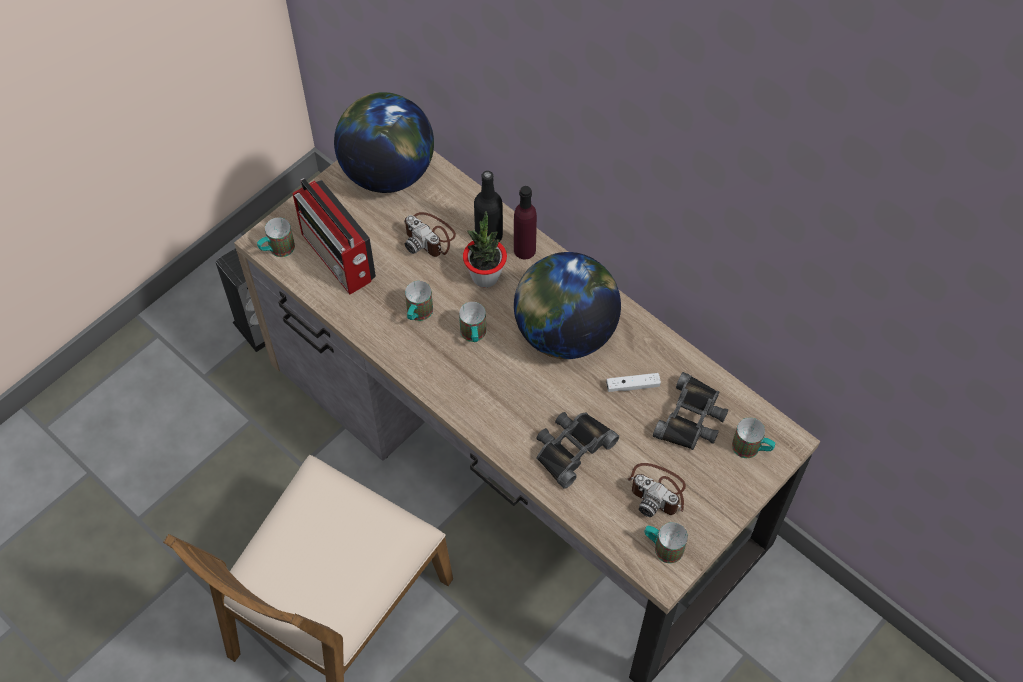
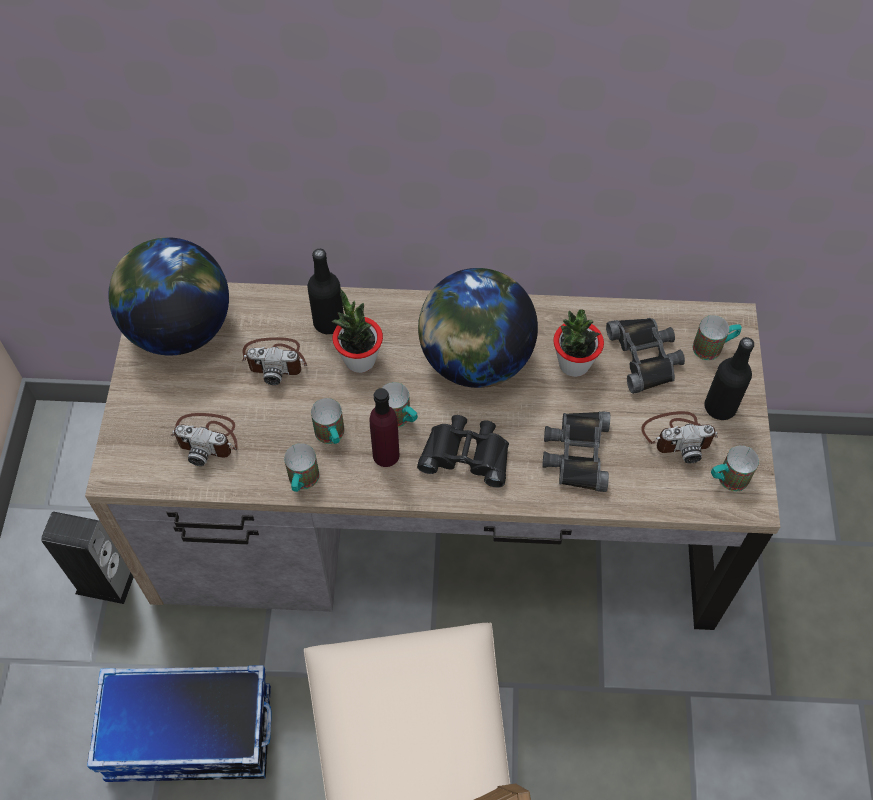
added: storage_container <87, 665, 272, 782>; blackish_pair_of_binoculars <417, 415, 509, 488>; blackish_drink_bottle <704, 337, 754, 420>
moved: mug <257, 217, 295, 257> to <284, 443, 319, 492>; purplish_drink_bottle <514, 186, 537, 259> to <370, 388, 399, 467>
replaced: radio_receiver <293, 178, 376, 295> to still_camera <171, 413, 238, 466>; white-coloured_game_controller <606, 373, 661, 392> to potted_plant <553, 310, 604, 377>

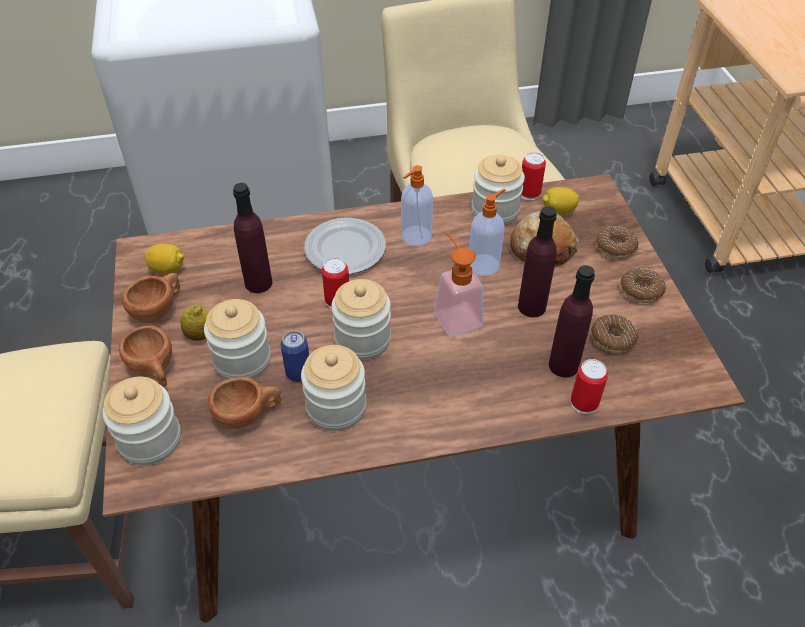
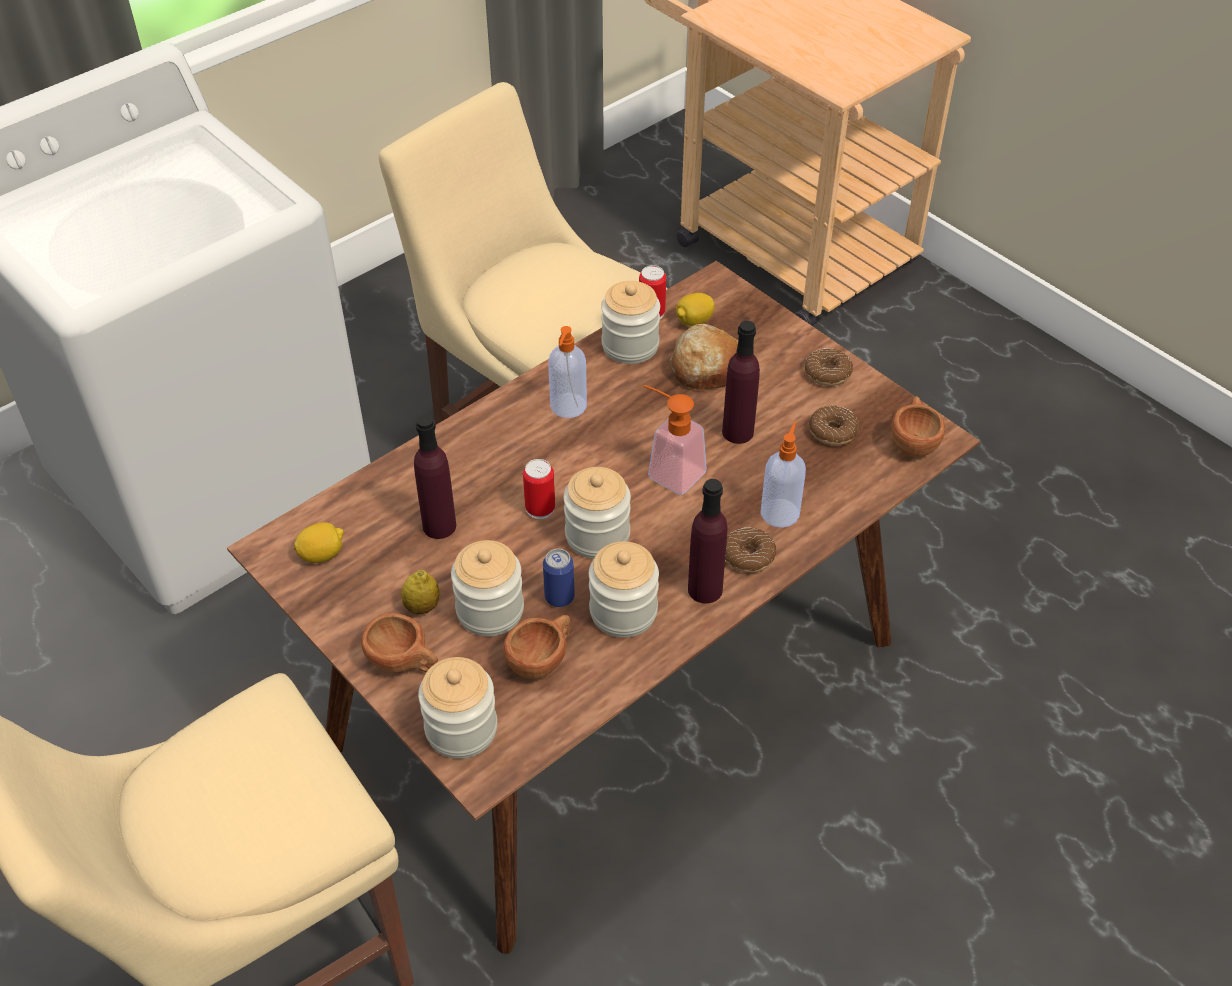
removed: plate <304, 218, 386, 274>; can <571, 359, 608, 414>
moved: brownish_drinking_cup <122, 273, 180, 323> to <892, 396, 945, 457>; soap_bottle <469, 189, 506, 276> to <761, 421, 806, 528>; purplish_drink_bottle <549, 265, 595, 377> to <688, 479, 727, 604>; ring_doughnut <596, 226, 639, 259> to <725, 527, 776, 573>

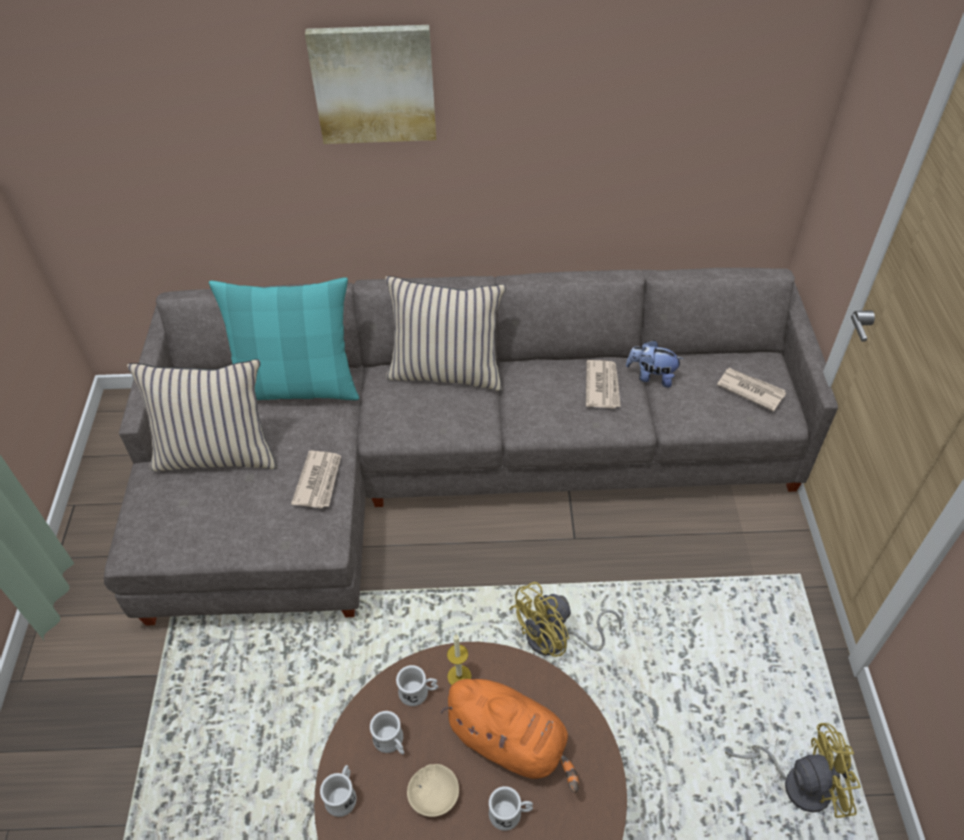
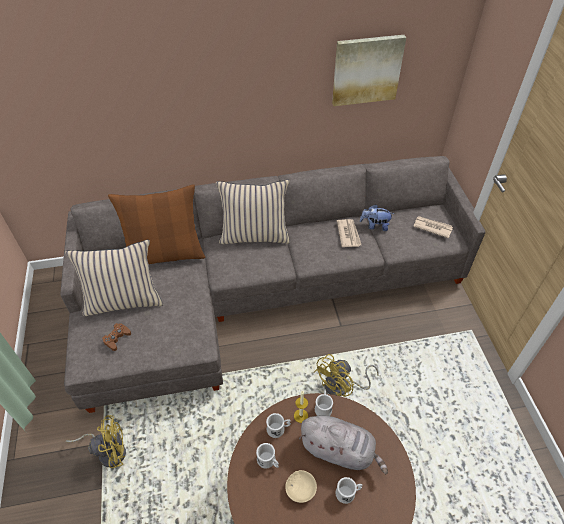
removed: printed_paper <291, 451, 341, 508>
added: brownish_game_controller <102, 323, 131, 351>
moved: picture <305, 25, 436, 144> to <332, 35, 406, 106>; white-coloured_mug <320, 765, 357, 817> to <315, 390, 333, 416>; yellow-coloured_fan <725, 723, 861, 818> to <66, 415, 126, 468>
recoloured: blue-green_throw_pillow <209, 277, 359, 400> to brownish_throw_pillow <108, 184, 206, 264>; orange_cuddly_toy <440, 679, 579, 793> to greyish_cuddly_toy <299, 415, 388, 474>

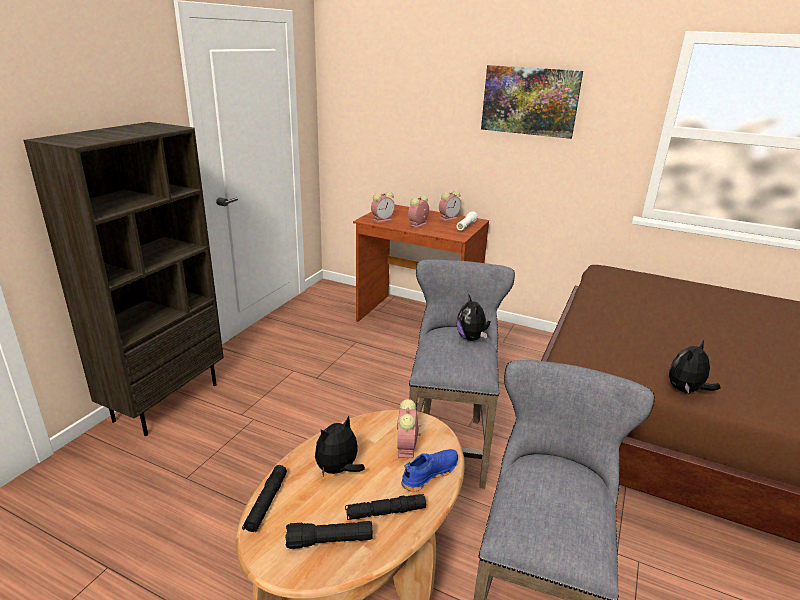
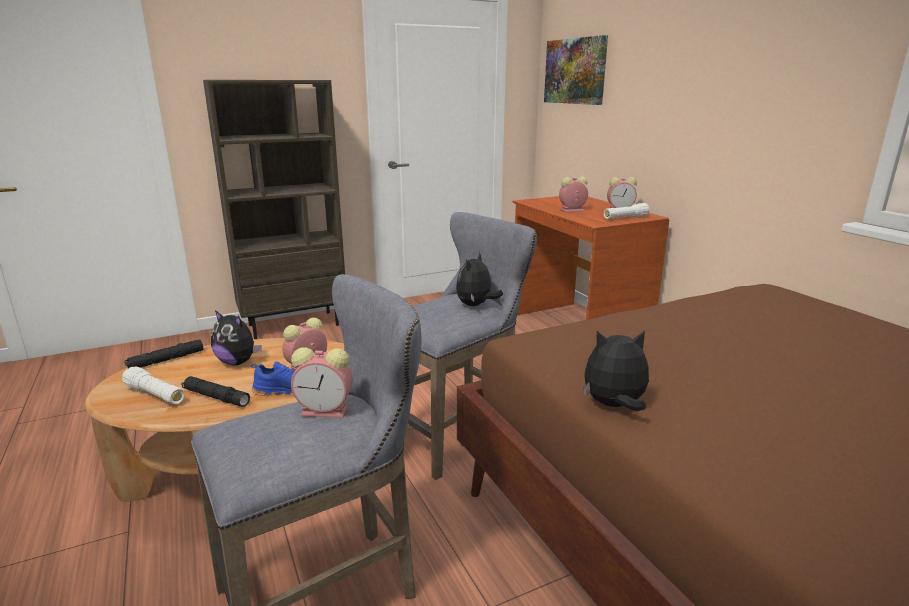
moved: table_clock <371, 192, 395, 223> to <291, 347, 353, 418>; picture <481, 65, 583, 139> to <544, 35, 608, 105>
recoloured: blackish_torch <285, 521, 373, 549> to white-coloured_torch <122, 366, 184, 404>
turned: cuddly_toy <315, 416, 365, 477> = <211, 310, 262, 366> 150 degrees counterclockwise

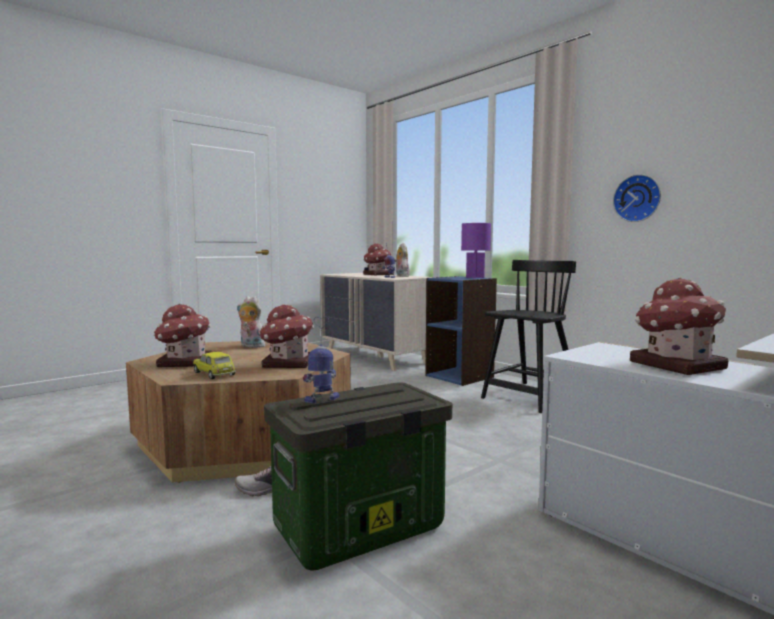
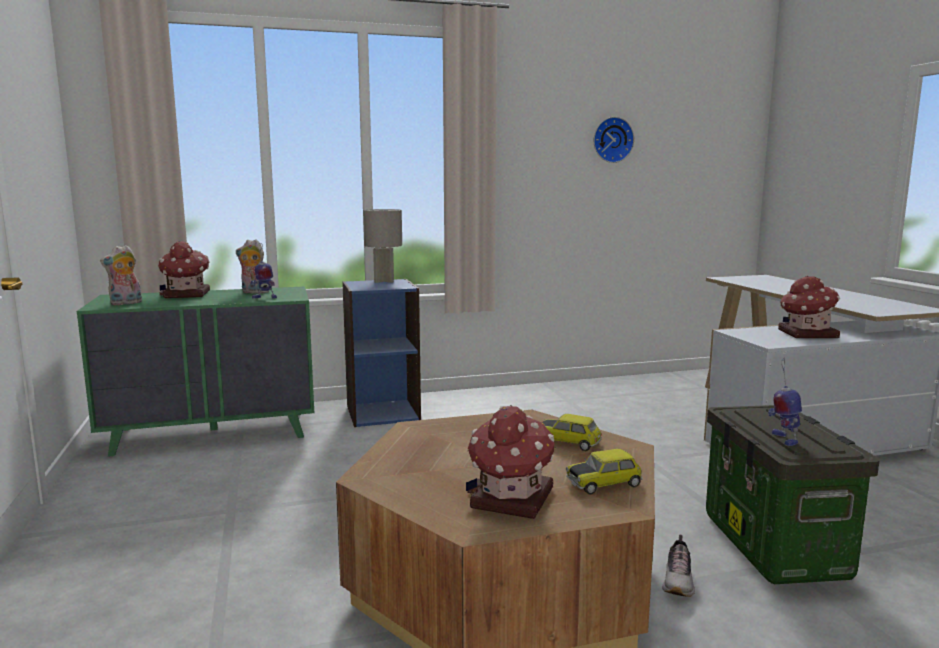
removed: blackish_plain_chair <481, 260, 576, 413>
moved: cuddly_toy <237, 296, 265, 348> to <100, 245, 142, 305>; clock_on_the_wall <613, 174, 661, 222> to <594, 117, 634, 163>
replaced: miniature_house <259, 304, 314, 368> to miniature_car <542, 414, 602, 451>
recoloured: beige-coloured_chest_of_drawers <320, 273, 434, 371> to green-coloured_chest_of_drawers <77, 287, 315, 457>; purplish_lamp_for_a_table <461, 223, 491, 278> to greyish_lamp_for_a_table <363, 209, 402, 283>

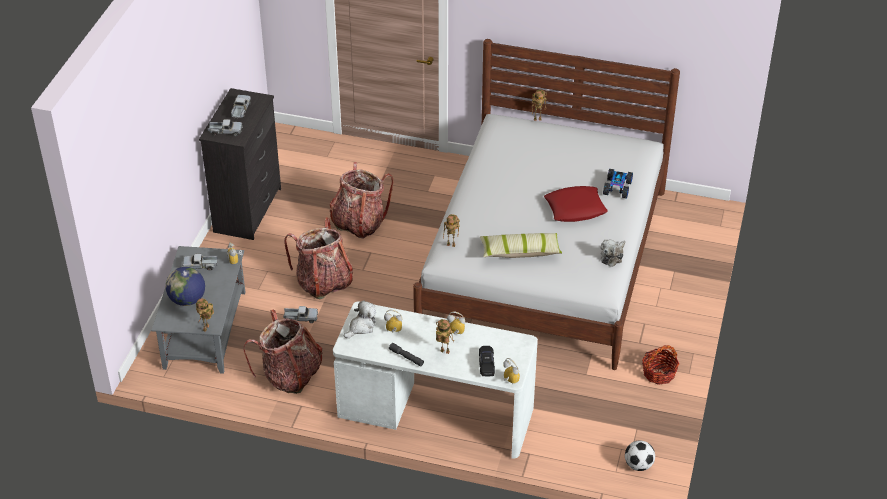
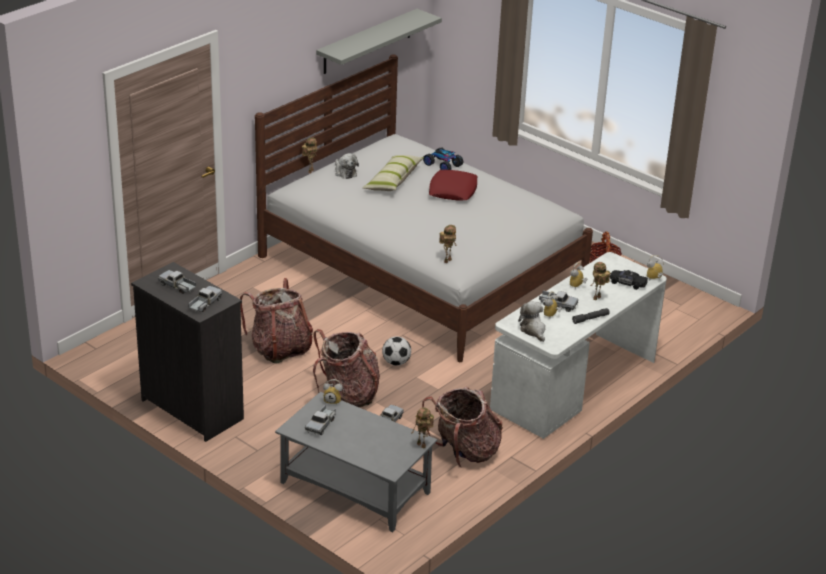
removed: world_globe <166, 267, 205, 306>
added: greyish_shelf <316, 9, 442, 74>; model_truck <539, 290, 578, 312>
moved: throw_pillow <480, 233, 562, 258> to <363, 155, 424, 191>; cuddly_toy <601, 240, 625, 267> to <335, 153, 359, 179>; football_ball <625, 440, 655, 471> to <382, 336, 411, 366>

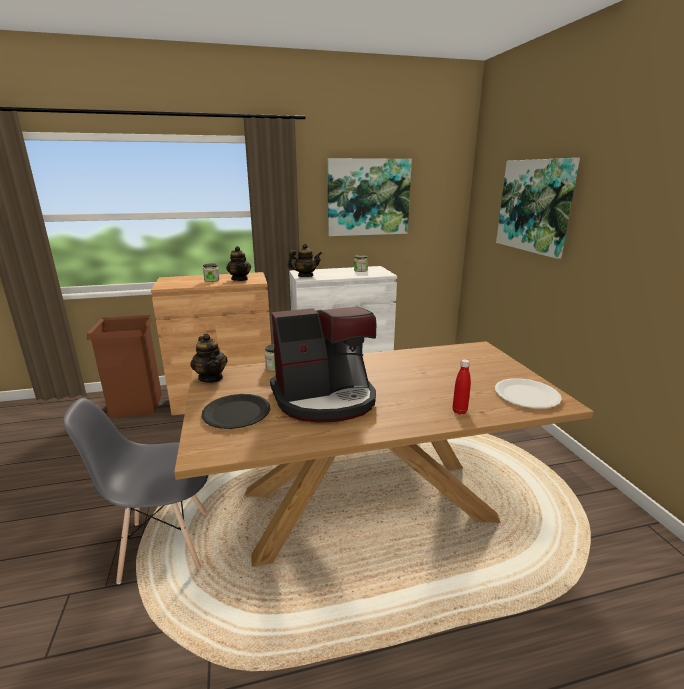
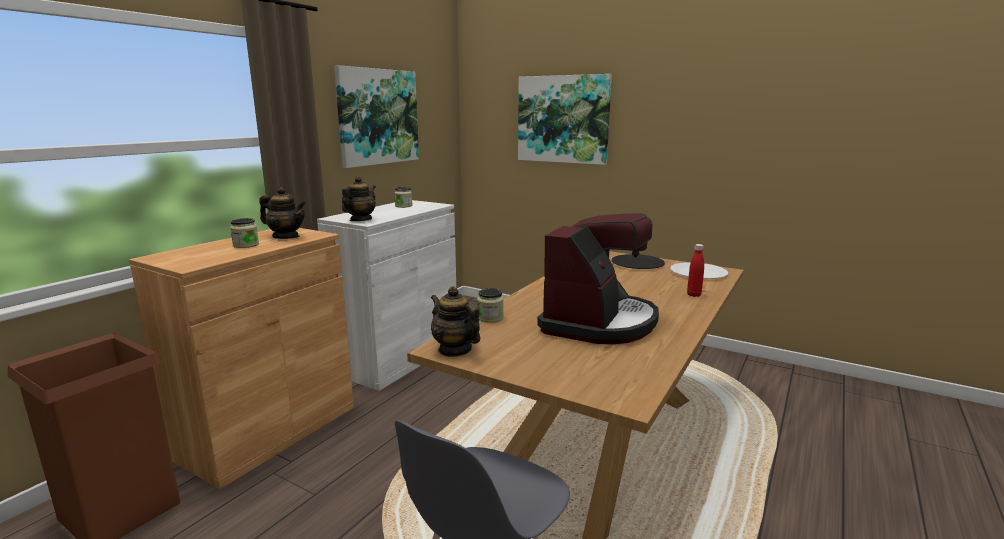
moved: blackish_plate <202, 394, 270, 429> to <612, 254, 665, 269>
turned: teapot <190, 333, 227, 383> = <431, 286, 480, 357> 150 degrees counterclockwise

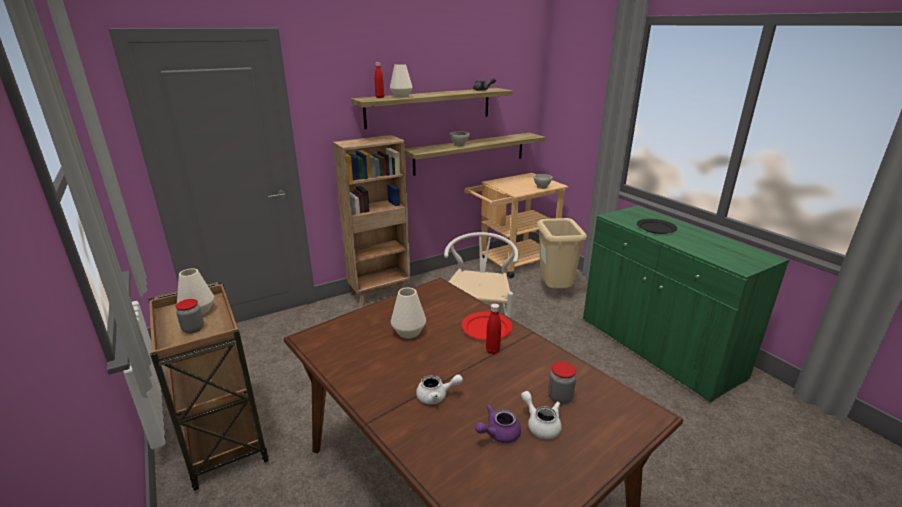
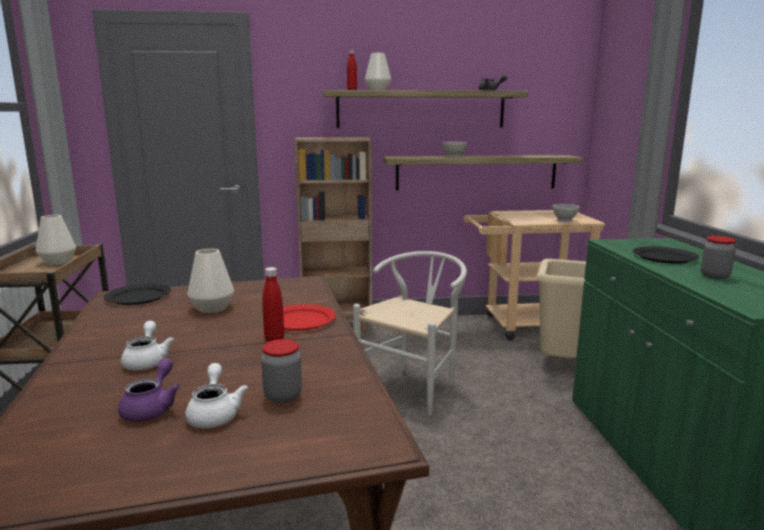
added: blackish_plate <104, 284, 171, 305>
moved: storage_jar <176, 299, 204, 334> to <701, 236, 736, 279>
turned: white-coloured_teapot <416, 375, 463, 404> = <121, 321, 174, 370> 120 degrees counterclockwise; purplish_teapot <475, 405, 521, 443> = <118, 358, 180, 422> 105 degrees clockwise

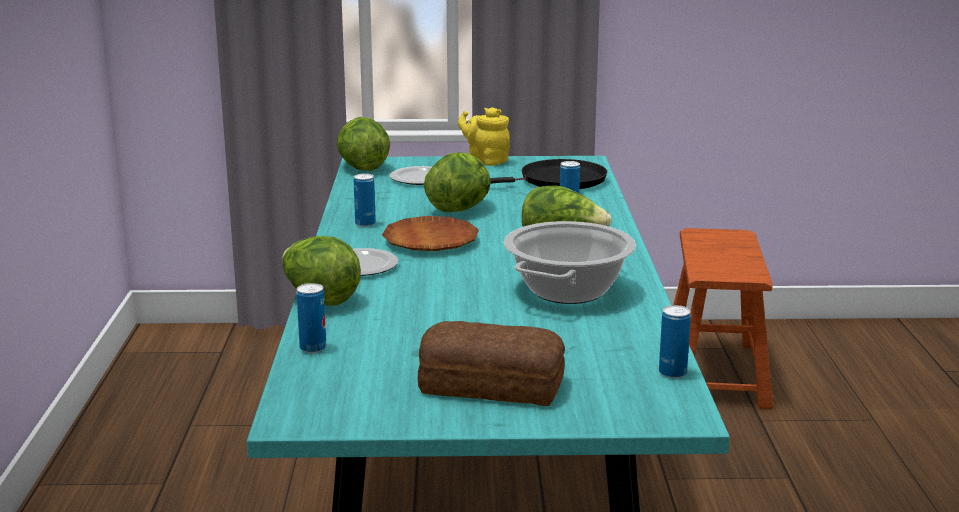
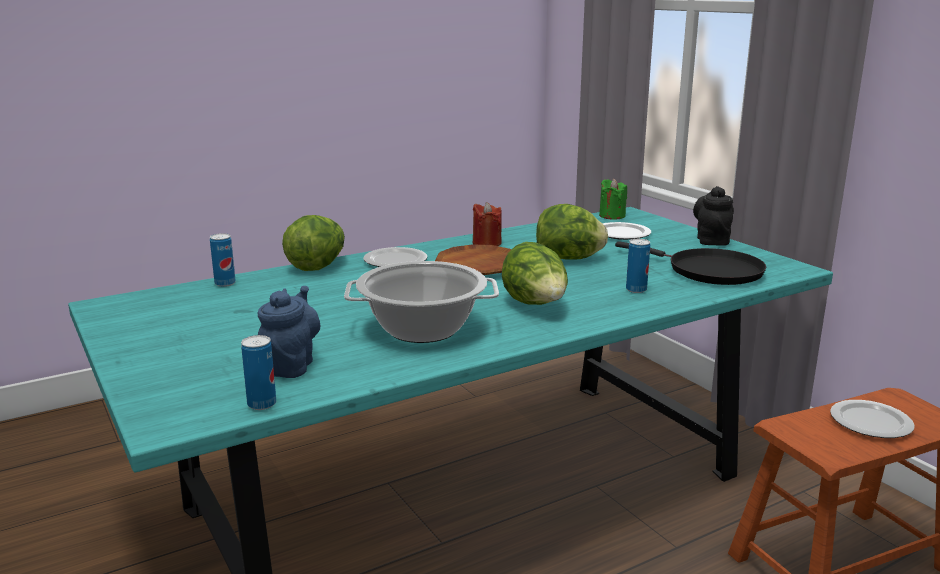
removed: bread <418, 321, 565, 406>
added: blue-coloured_teapot <258, 286, 320, 378>; plate <830, 400, 915, 438>
replaced: head_of_lettuce <337, 117, 390, 171> to green-coloured_wax_light <599, 179, 627, 219>; can <354, 174, 376, 227> to red-coloured_wax_light <473, 202, 502, 246>
recoloured: yellow-coloured_teapot <458, 107, 510, 166> to blackish_teapot <693, 186, 734, 246>

